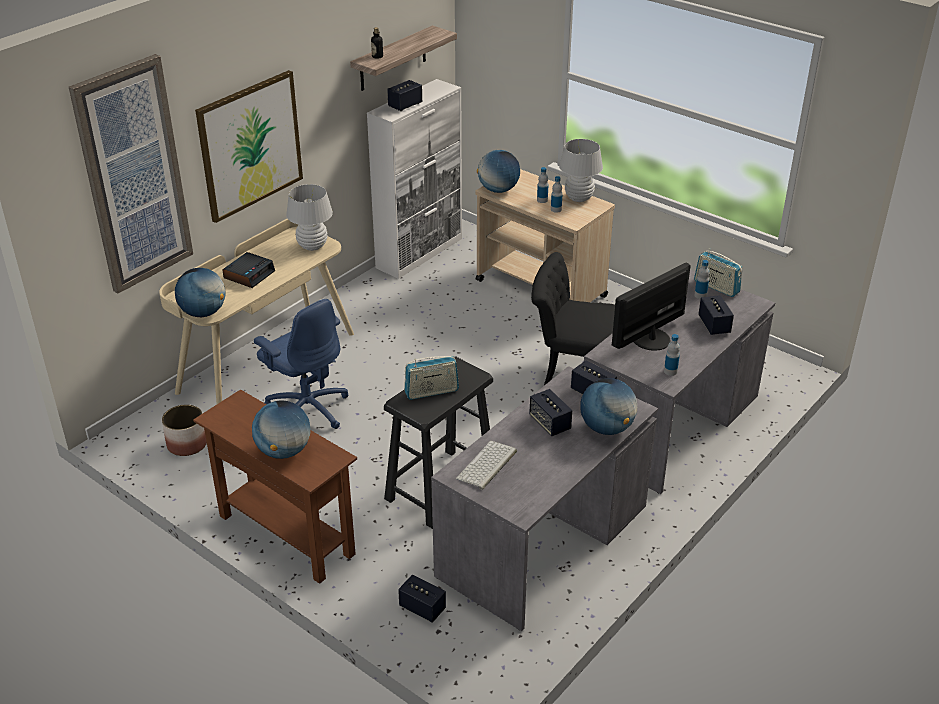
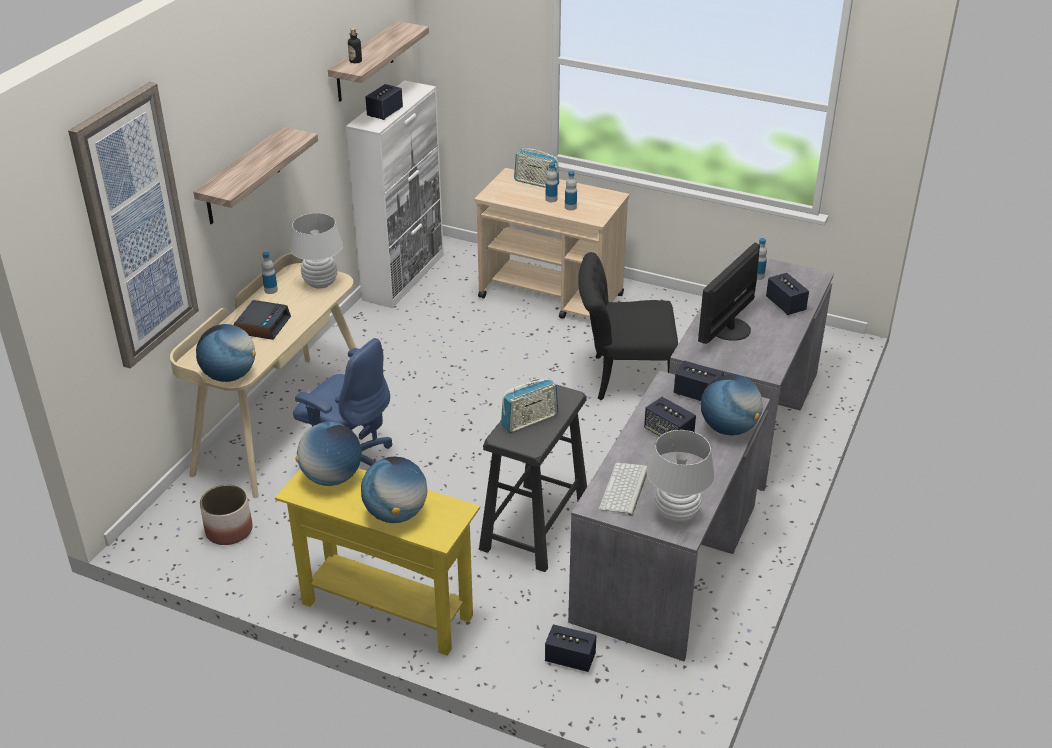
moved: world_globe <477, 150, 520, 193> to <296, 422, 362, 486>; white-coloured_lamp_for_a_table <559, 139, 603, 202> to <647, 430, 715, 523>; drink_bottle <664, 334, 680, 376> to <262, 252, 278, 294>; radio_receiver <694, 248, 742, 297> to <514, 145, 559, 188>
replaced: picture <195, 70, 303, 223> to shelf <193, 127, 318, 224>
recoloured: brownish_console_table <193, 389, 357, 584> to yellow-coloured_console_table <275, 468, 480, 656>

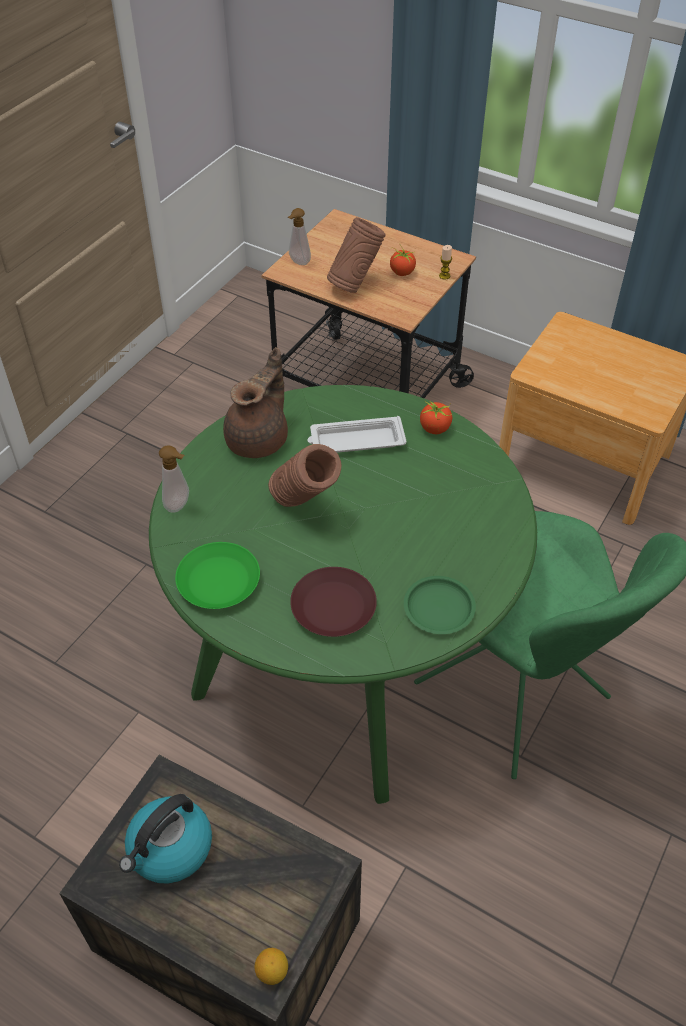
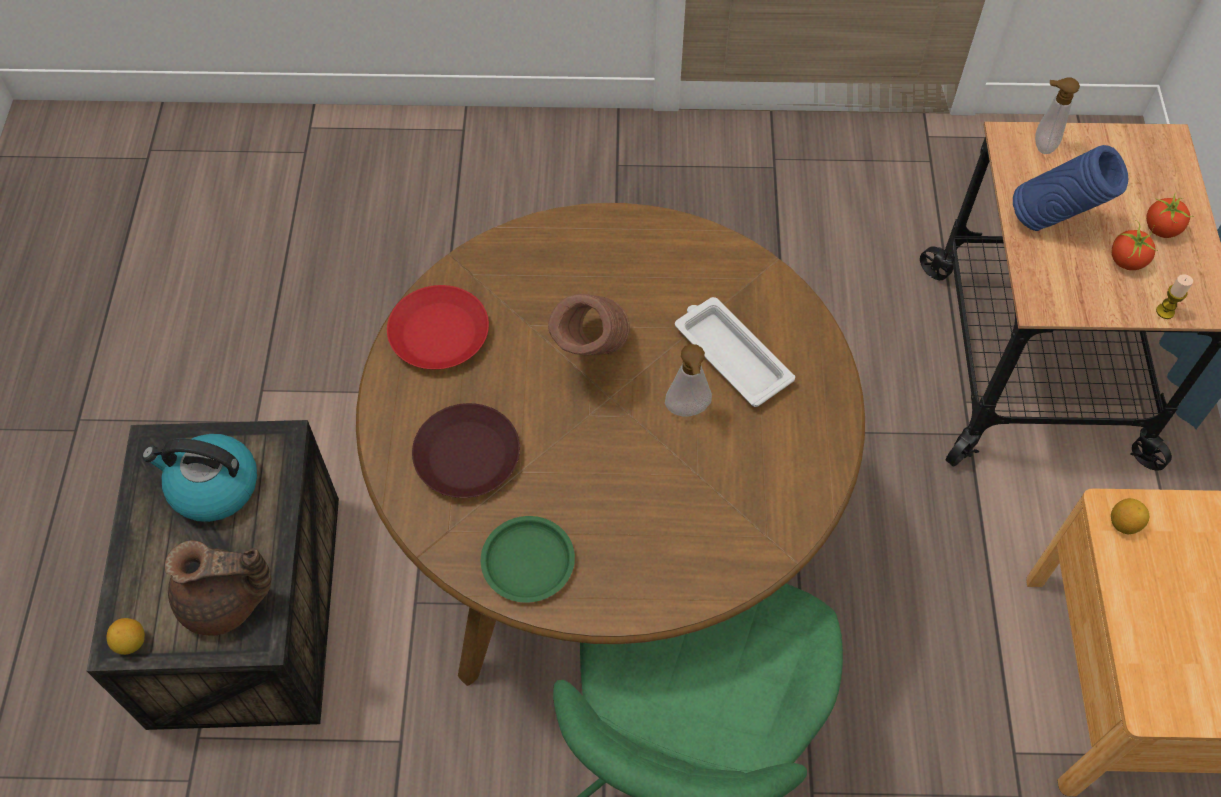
added: lemon <1111, 498, 1149, 534>
moved: soap_bottle <159, 445, 189, 513> to <665, 344, 712, 417>; brownish_teapot <223, 347, 288, 458> to <164, 540, 271, 636>; tomato <420, 400, 452, 434> to <1146, 192, 1194, 238>
recoloured: green-coloured_dinner_table <149, 385, 537, 804> to brownish_dinner_table <356, 203, 865, 686>; green-coloured_plate <175, 542, 260, 609> to red-coloured_plate <387, 285, 489, 369>; brownish_vase <327, 217, 386, 293> to blue-coloured_vase <1013, 145, 1128, 231>

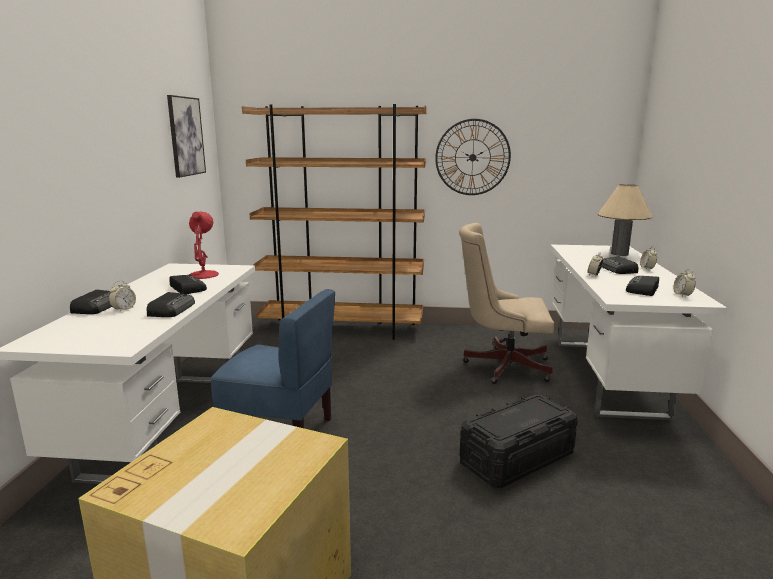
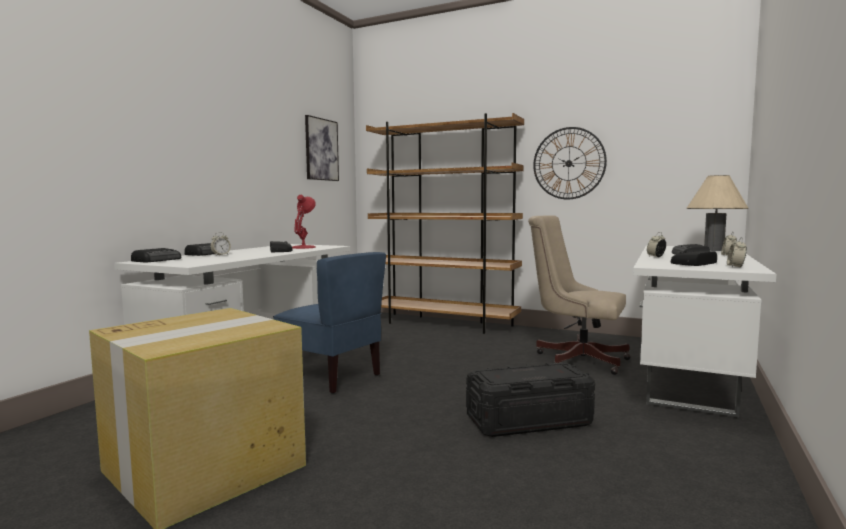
moved: radio_receiver <147, 292, 195, 317> to <131, 248, 181, 262>

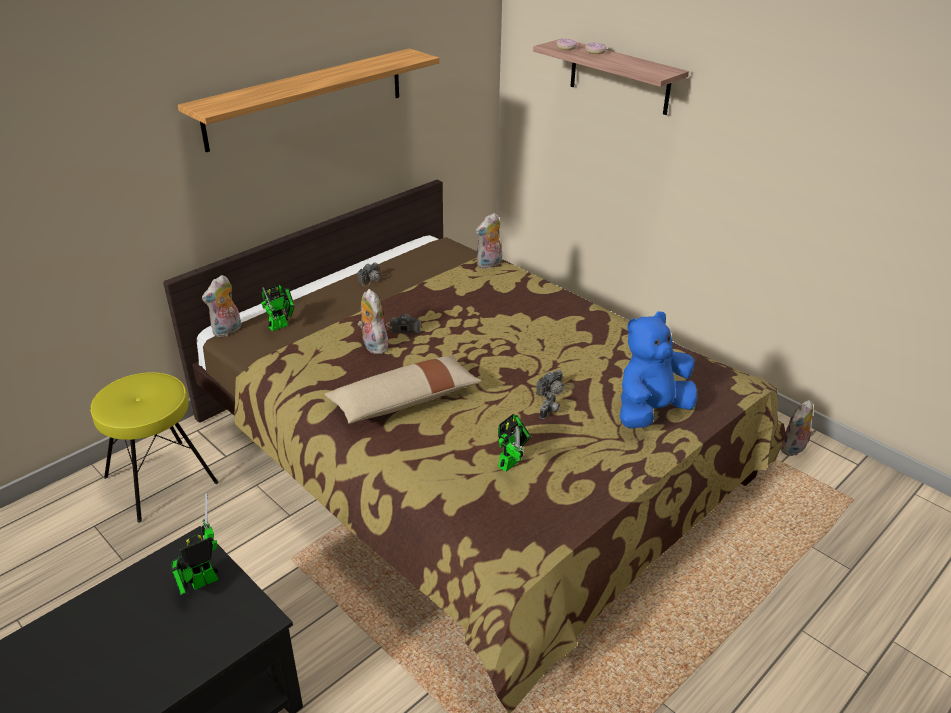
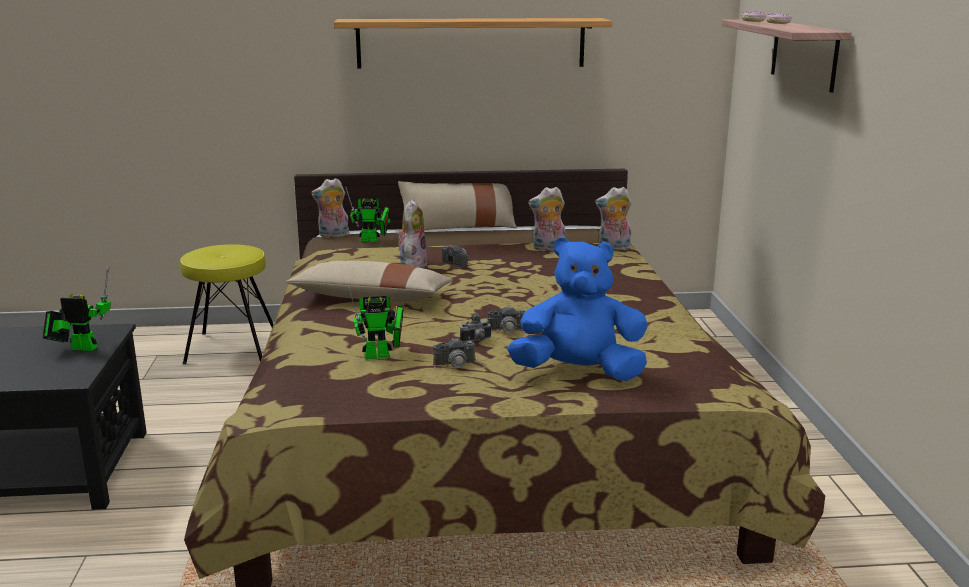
added: beige-coloured_throw_pillow <398, 181, 517, 231>
moved: still_camera <357, 263, 390, 286> to <433, 338, 487, 370>; cuddly_toy <780, 400, 814, 456> to <528, 187, 566, 251>

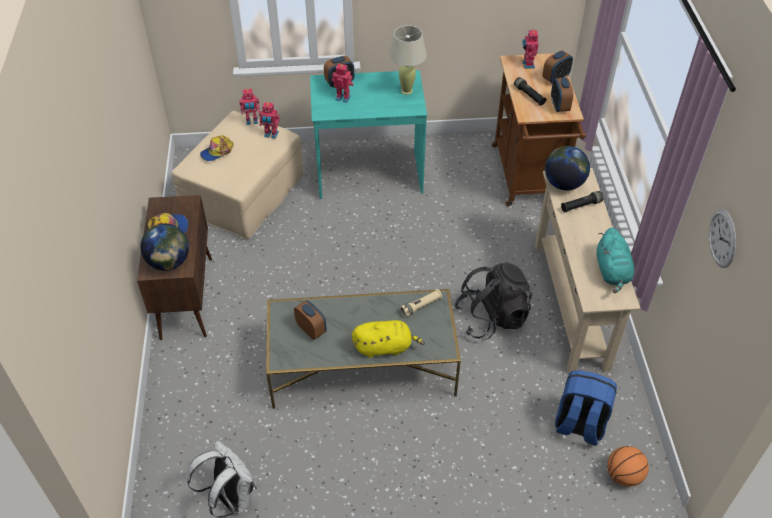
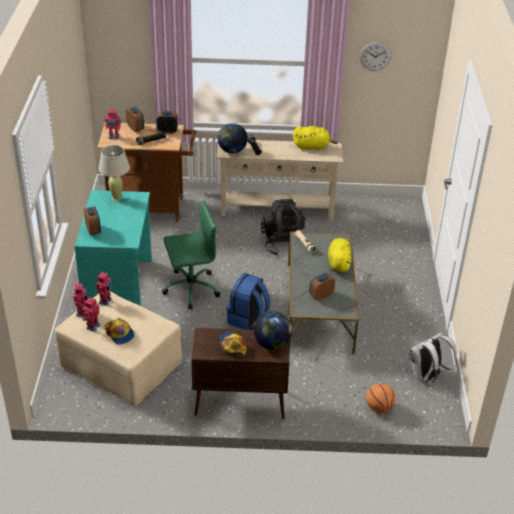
added: green-coloured_desk_chair <162, 200, 220, 309>
moved: model_robot <332, 64, 354, 103> to <82, 297, 100, 332>; blue-coloured_rucksack <555, 370, 617, 446> to <226, 273, 270, 330>; basketball_ball <607, 446, 649, 487> to <366, 383, 396, 413>
recoloured: blue-green_cuddly_toy <596, 228, 635, 293> to yellow-coloured_cuddly_toy <293, 126, 337, 151>

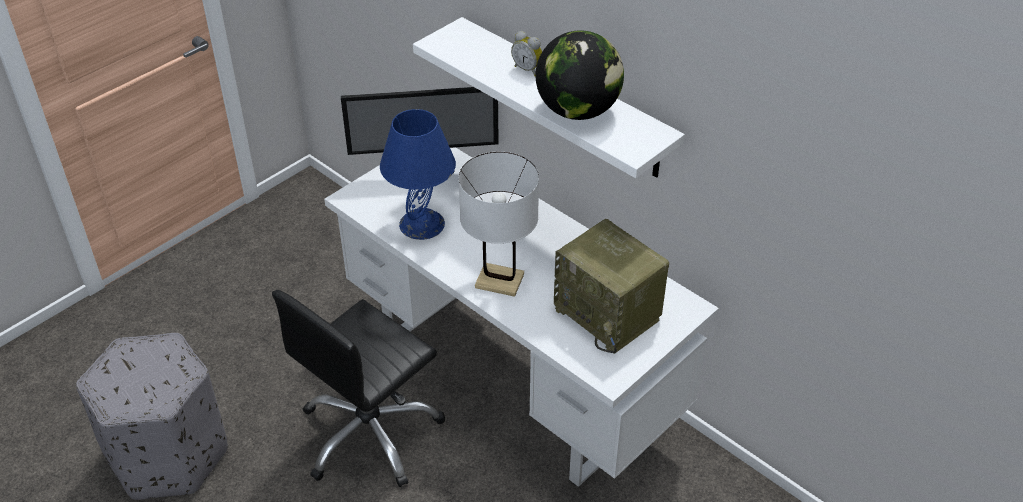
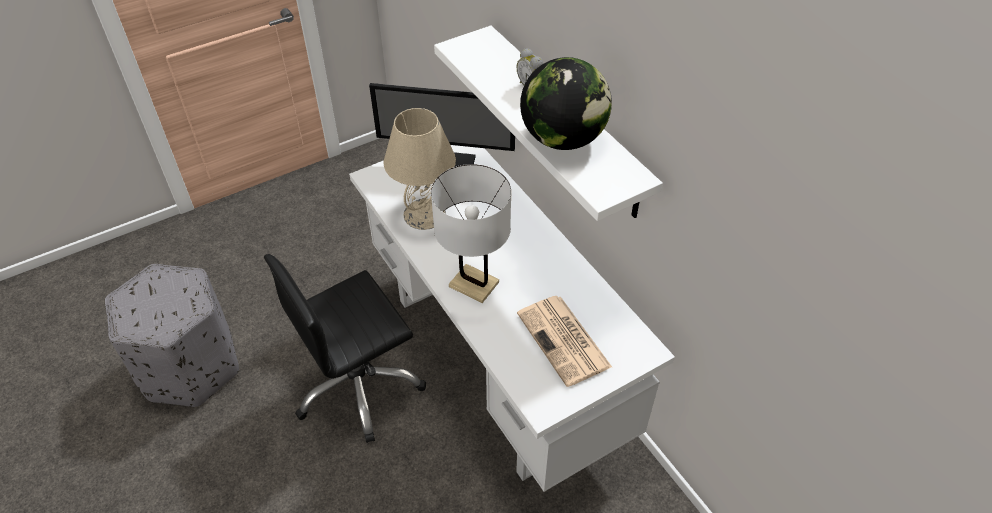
replaced: radio_receiver <554, 219, 669, 354> to printed_paper <517, 296, 612, 387>
recoloured: blue-coloured_lamp_for_a_table <380, 109, 456, 240> to beige-coloured_lamp_for_a_table <384, 108, 456, 230>

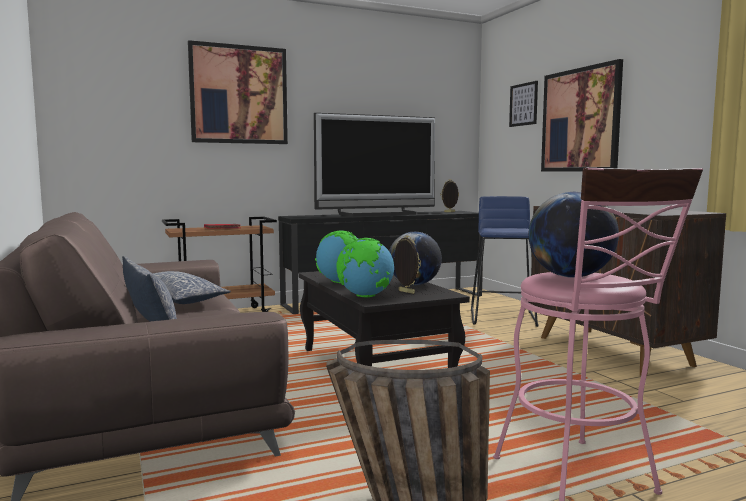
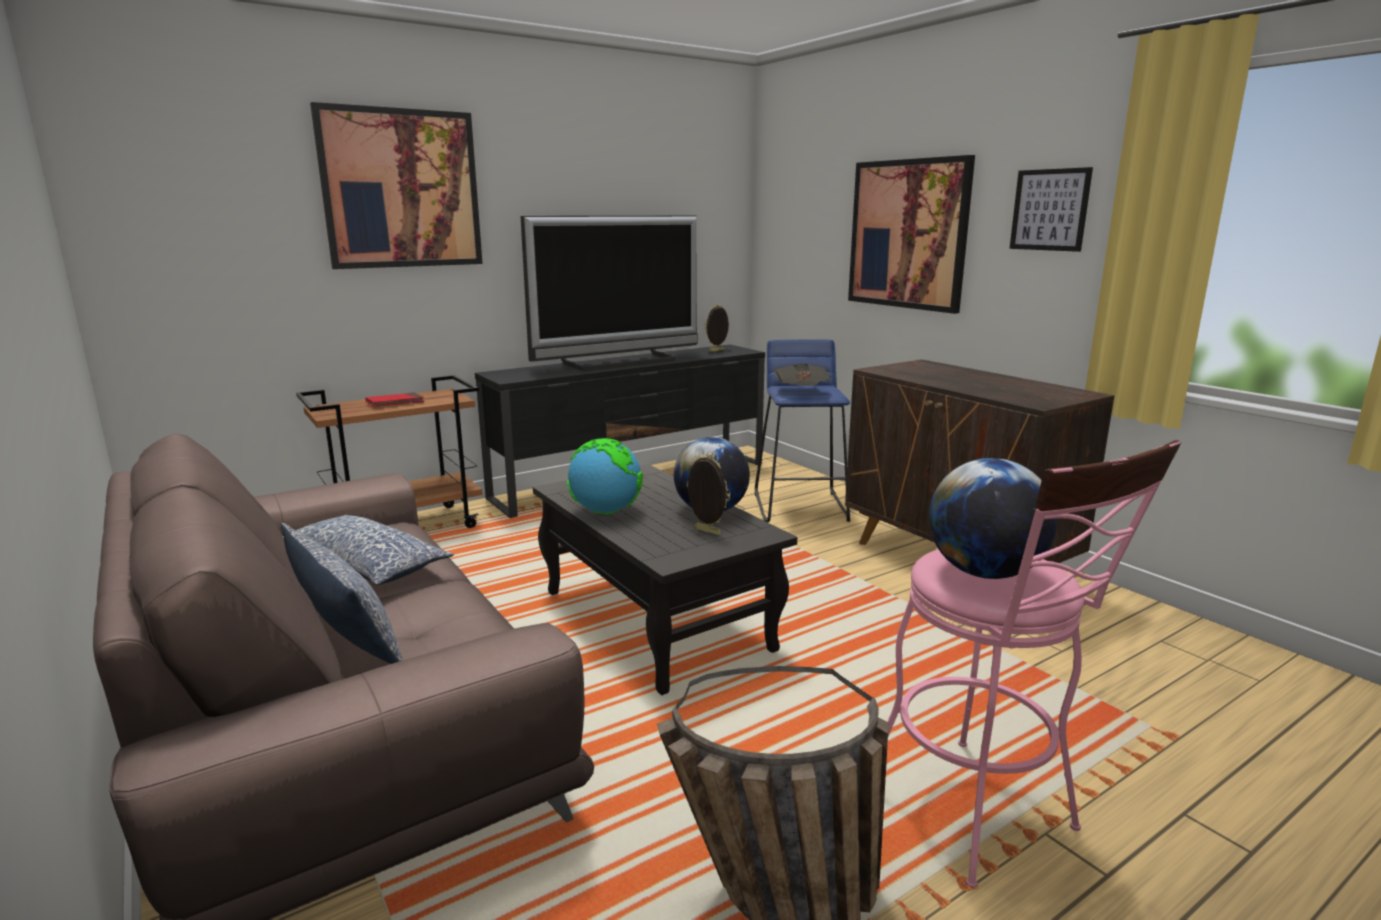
removed: world_globe <337, 238, 394, 297>
added: printed_paper <774, 364, 831, 386>
moved: picture <509, 81, 538, 127> to <1010, 167, 1093, 252>

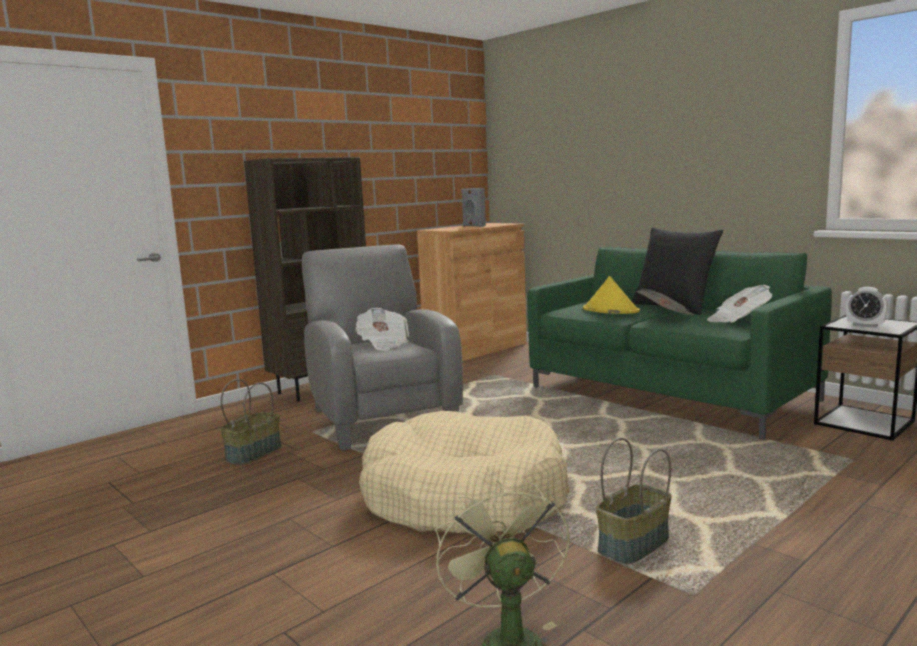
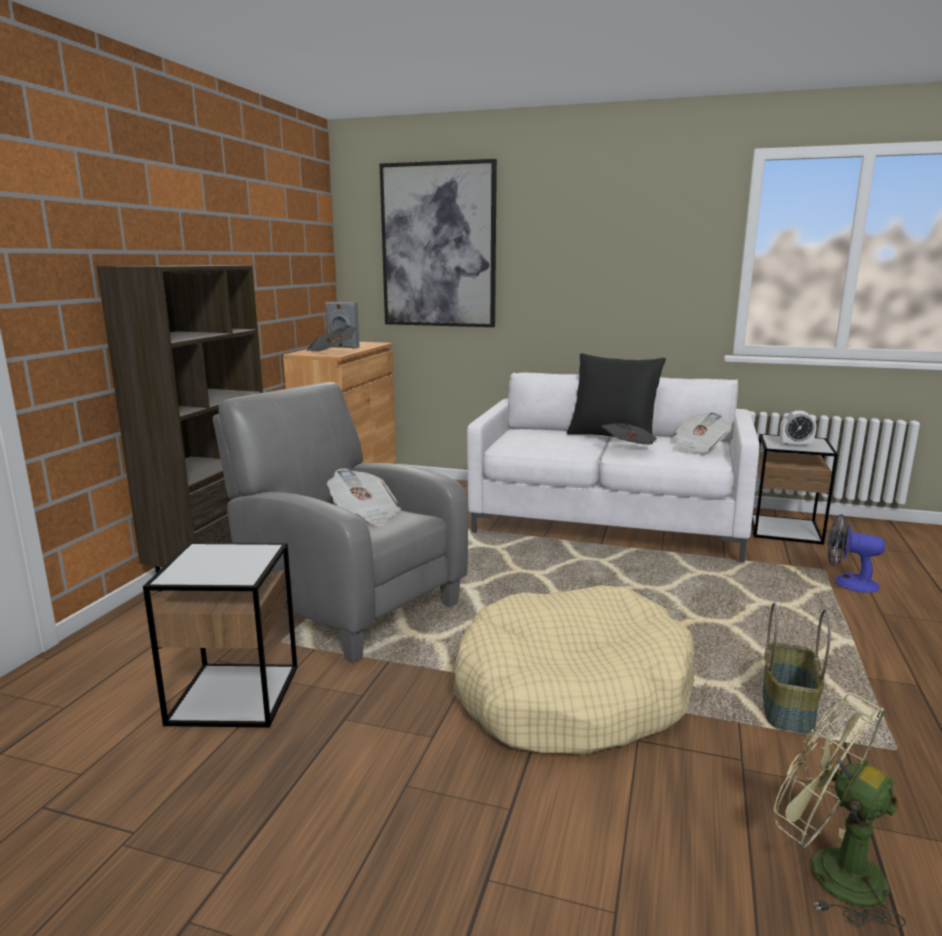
removed: yellow-coloured_clothing_hat <583, 276, 640, 314>
added: printed_paper <306, 325, 356, 351>; picture <380, 159, 497, 327>; fan <828, 514, 885, 593>
replaced: household_basket <220, 379, 282, 465> to end_table <143, 542, 297, 728>
recoloured: green-coloured_sofa <527, 247, 832, 440> to white-coloured_sofa <467, 372, 760, 562>

